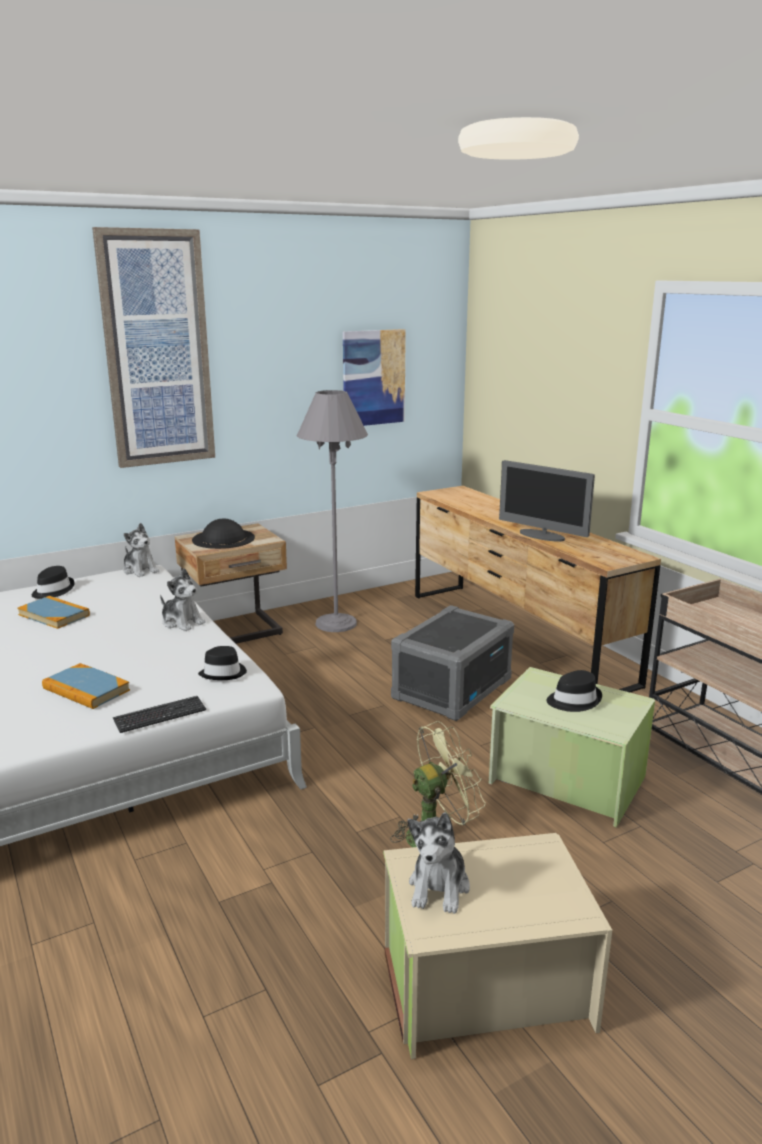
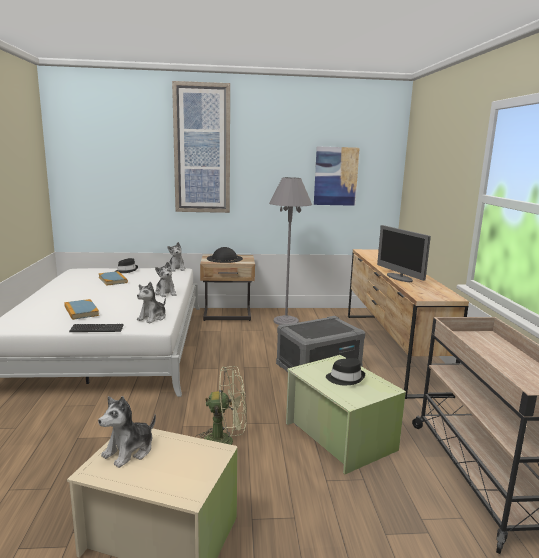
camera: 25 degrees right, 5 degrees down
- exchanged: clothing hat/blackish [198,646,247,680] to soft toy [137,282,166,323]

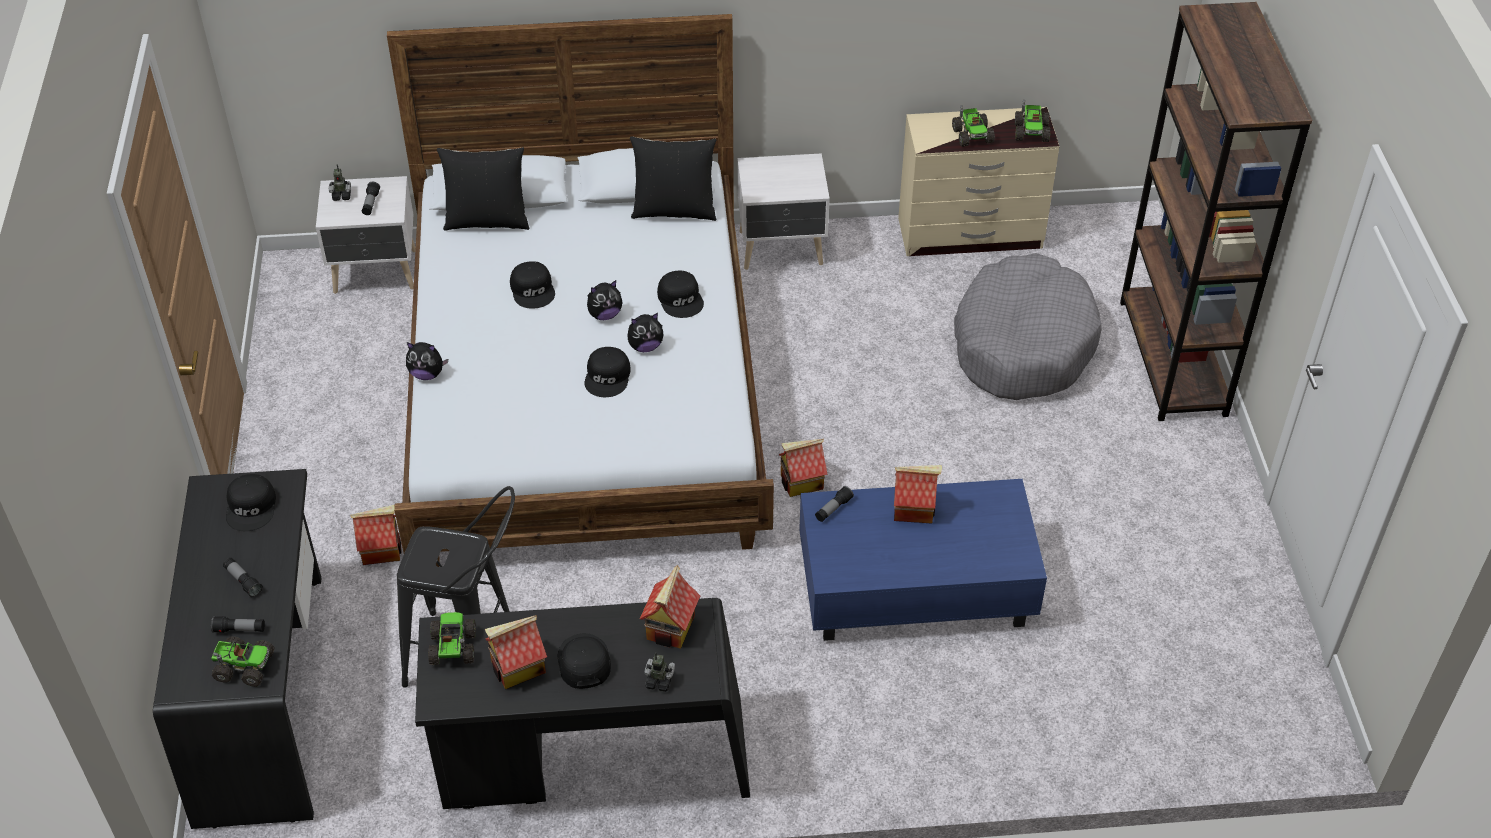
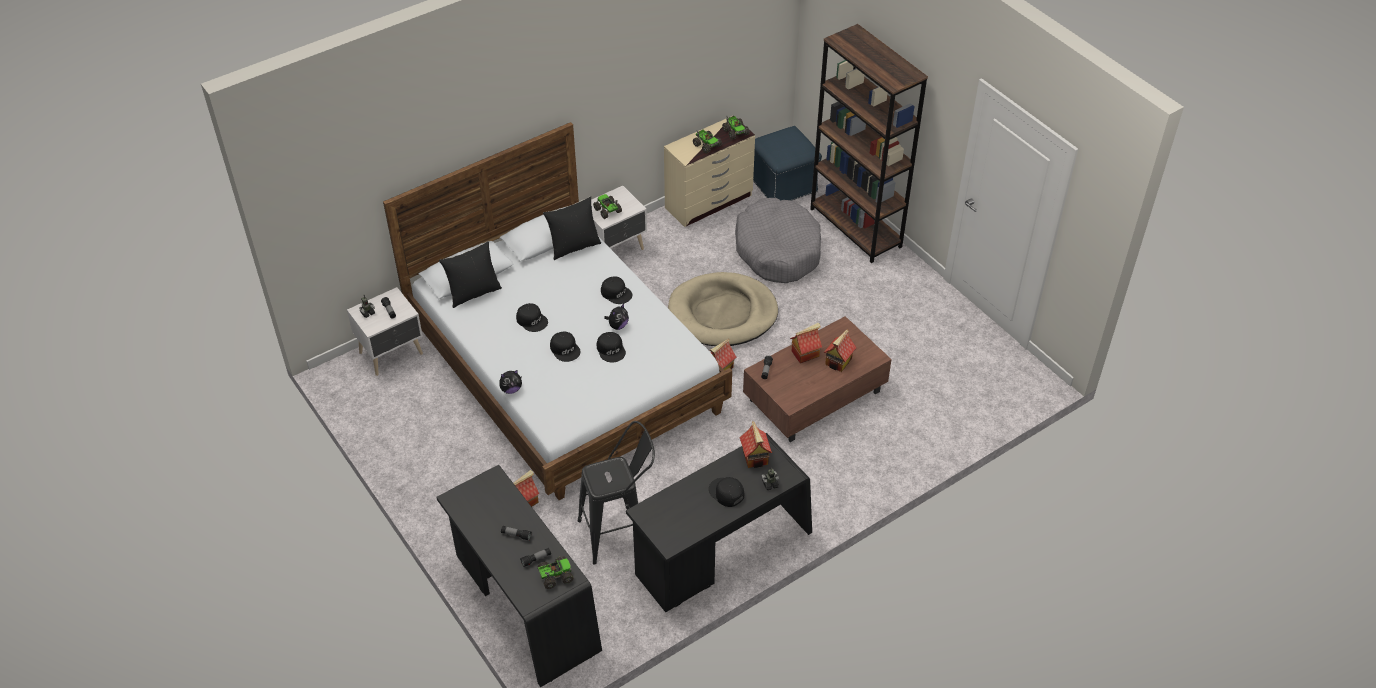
camera: 30 degrees left, 0 degrees up
- missing: soft toy [587,280,623,320]
- appeared: dog cushion/beige [668,272,778,346]
- appeared: footrest/blue [753,126,822,200]
- relocated: peaked cap/blackish [226,474,276,531] to [550,332,580,362]
- relocated: toy lorry [428,612,476,665] to [593,194,622,219]
- relocated: toy house [485,615,547,689] to [824,329,856,372]
- colour: low table/blue [799,479,1047,641] to low table/brown [743,316,892,442]

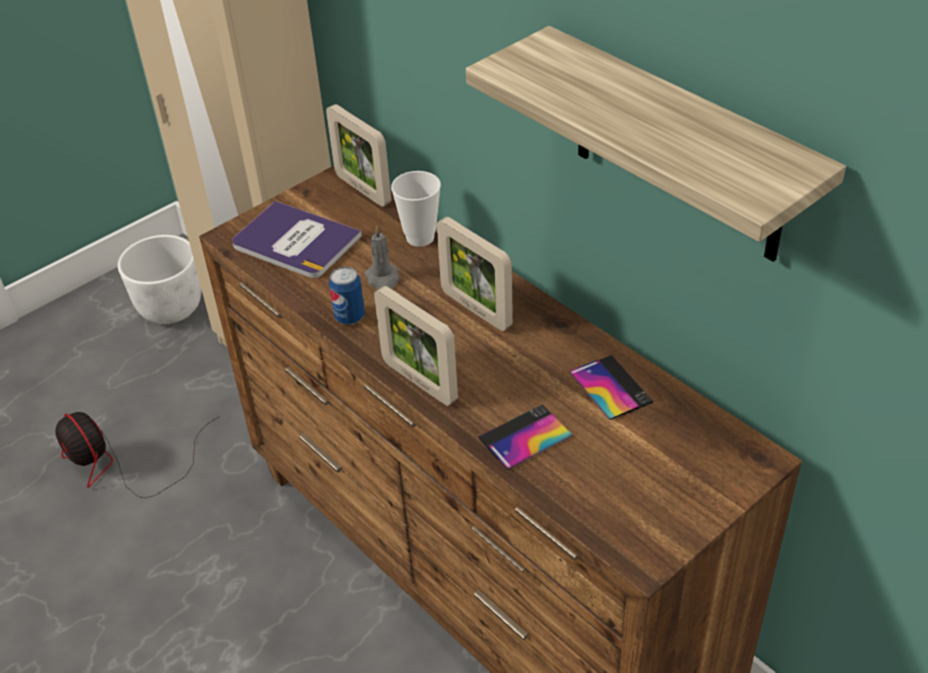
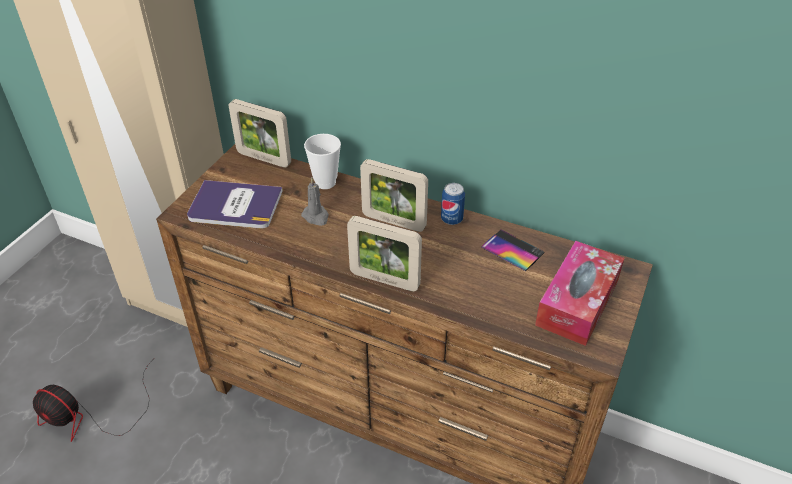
camera: 25 degrees left, 0 degrees up
- missing: plant pot/whitish [118,235,201,324]
- missing: shelf [466,26,846,262]
- missing: handset [478,405,573,470]
- appeared: tissue box [535,241,624,346]
- relocated: can [329,266,365,325] to [441,183,465,225]

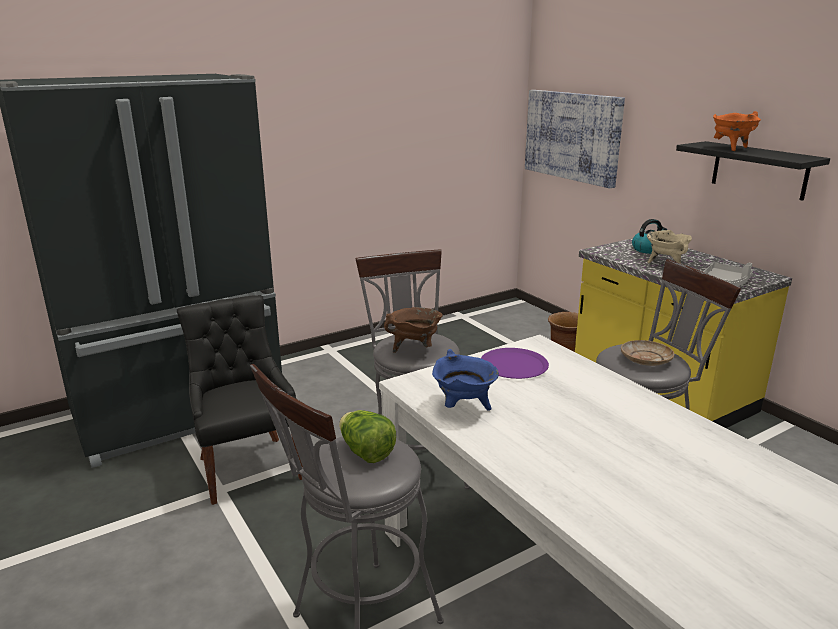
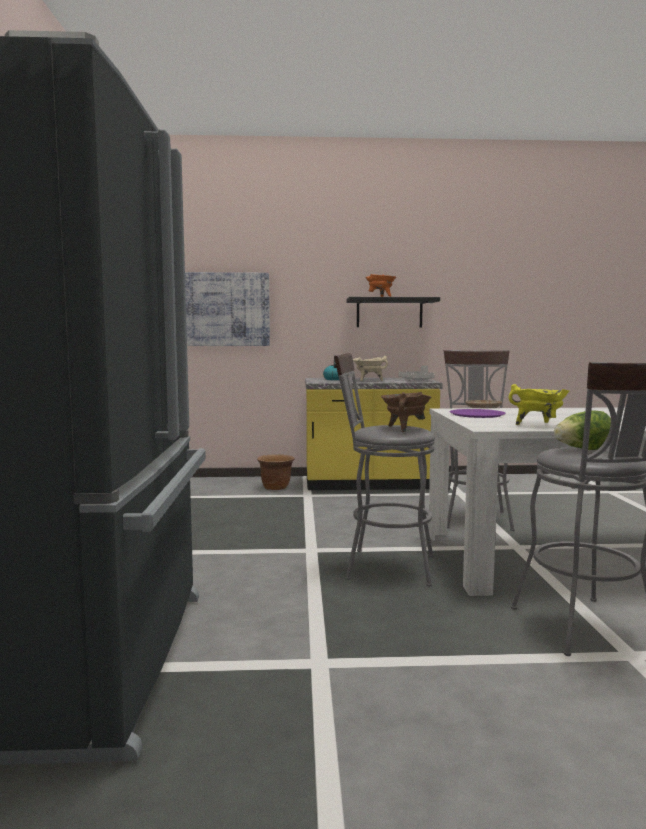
camera: 60 degrees left, 15 degrees down
- missing: plain chair/blackish [177,295,303,505]
- colour: cooking pot/blue [432,349,499,411] to cooking pot/yellowish [508,384,570,425]

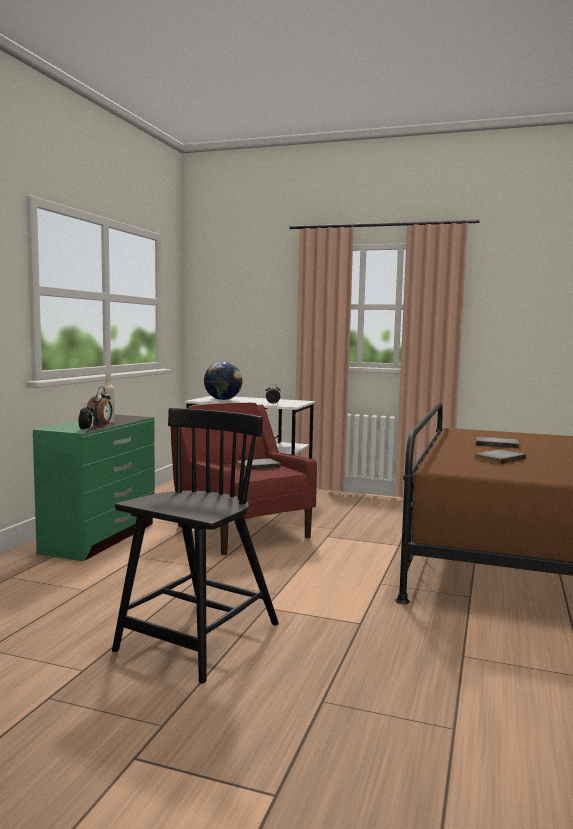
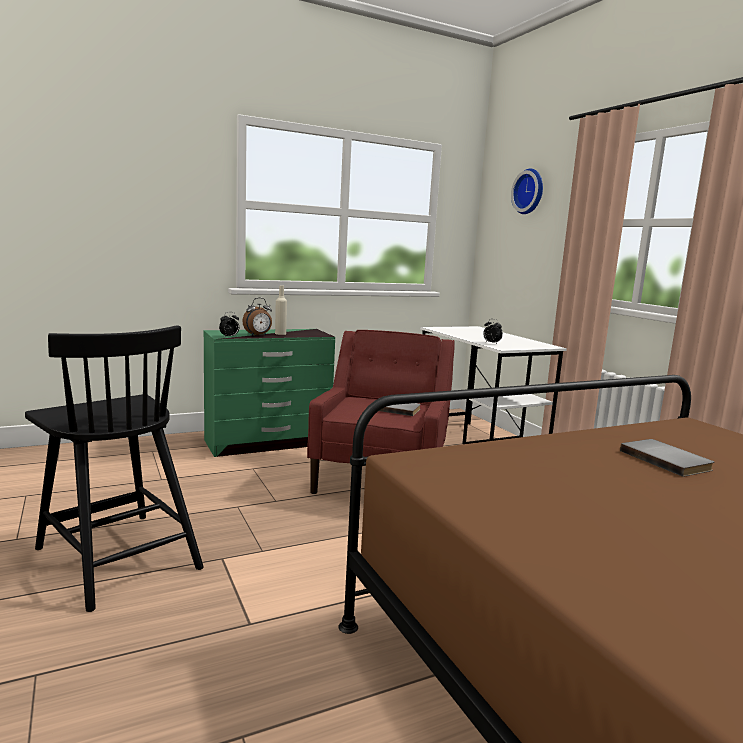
camera: 45 degrees right, 5 degrees up
- missing: desk globe [204,361,242,400]
- missing: bound book/gray [474,449,526,465]
- appeared: hanging clock [511,168,543,214]
- spun: plain chair/blackish [112,408,279,683] = [25,325,204,612] 60 degrees clockwise

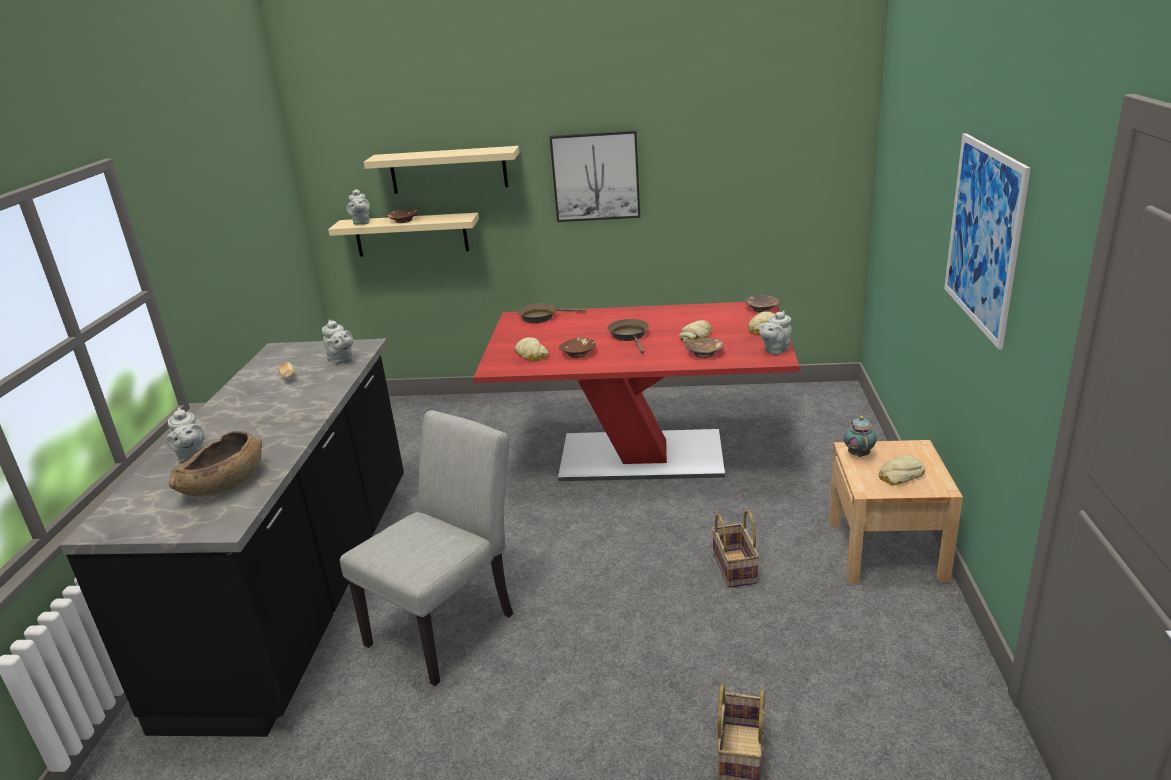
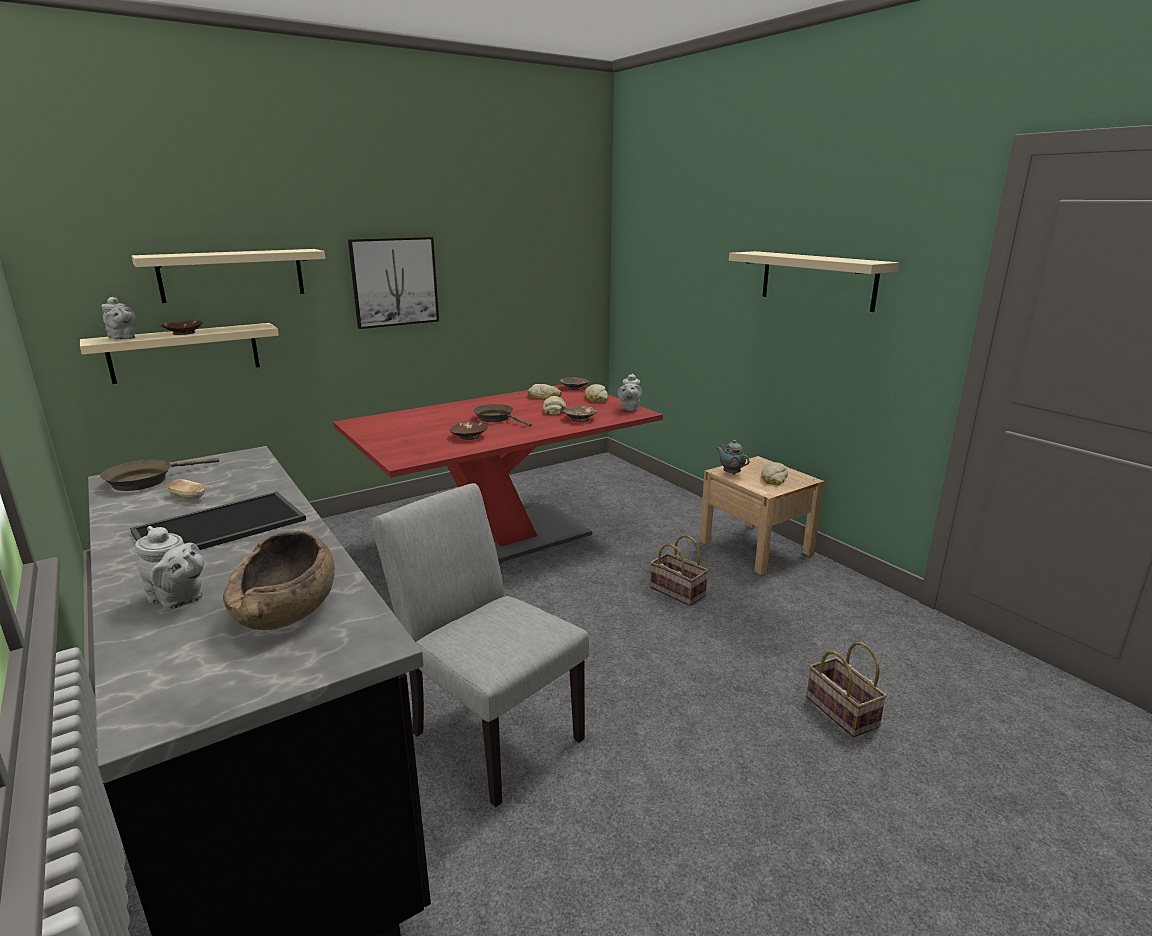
camera: 40 degrees left, 5 degrees down
- missing: teapot/gray [322,320,353,364]
- appeared: carrying tray [130,492,306,550]
- relocated: bread [515,337,549,361] to [528,384,562,399]
- relocated: frying pan/brown [517,303,586,323] to [100,458,219,491]
- exchanged: picture [944,133,1031,350] to shelf/beige [729,251,899,312]
- spun: plain chair/gray [340,410,513,686] = [372,483,589,808] 45 degrees counterclockwise

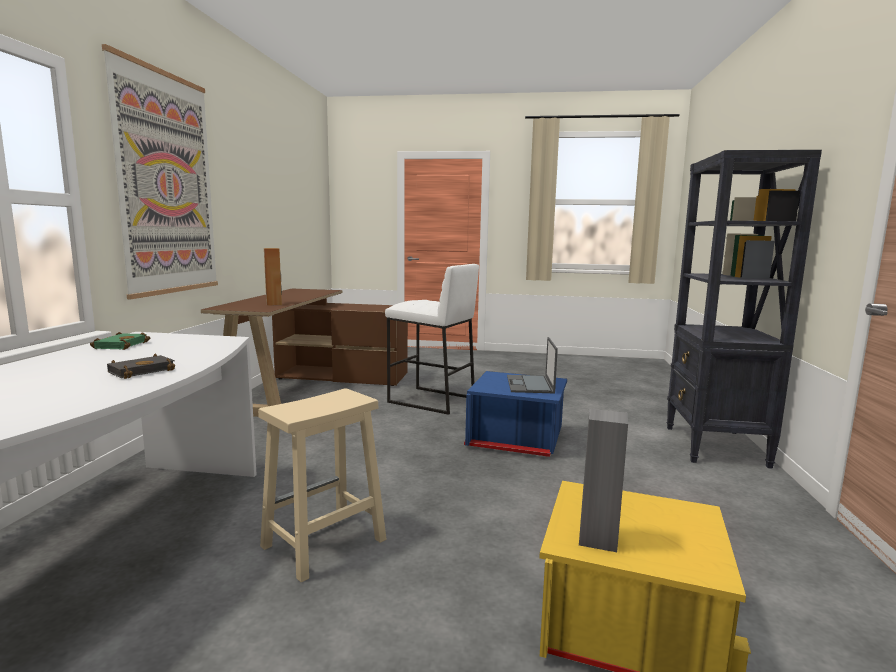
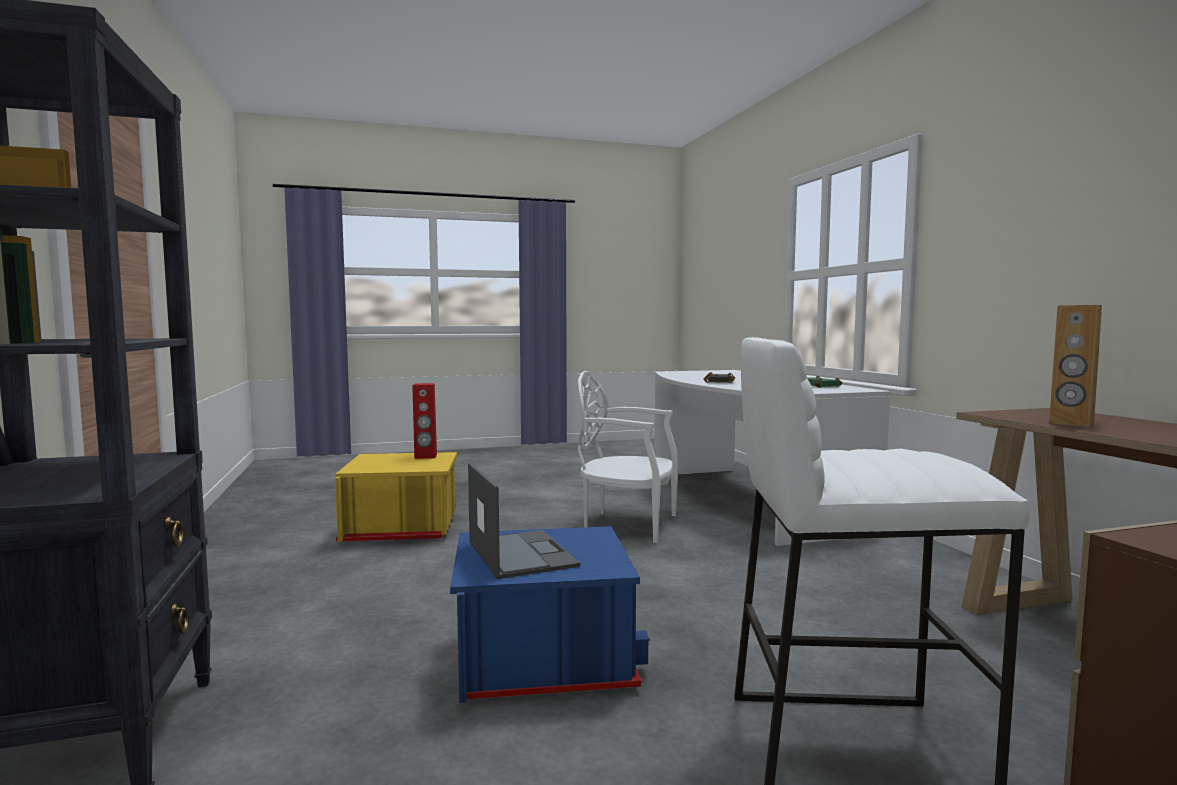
camera: 155 degrees right, 5 degrees down
- missing: picture [102,44,218,299]
- exchanged: stool/beige [258,388,386,583] to plain chair/whitish [578,371,679,543]
- colour: audio speaker/gray [579,409,628,552] to audio speaker/red-coloured [412,383,437,459]

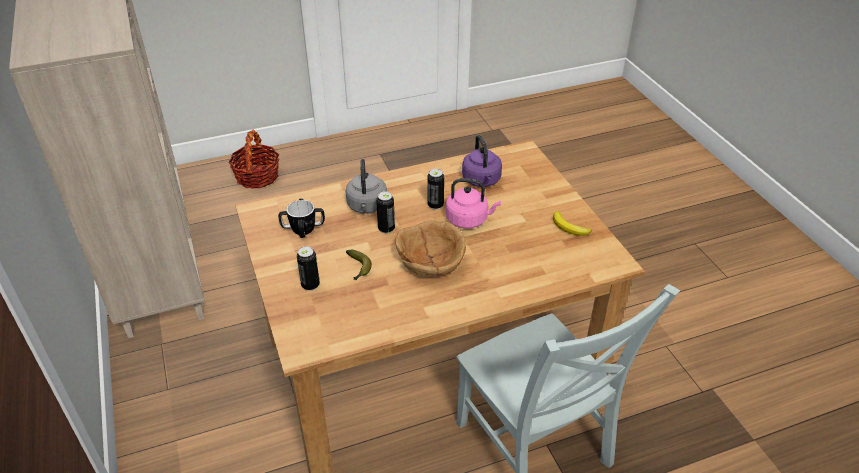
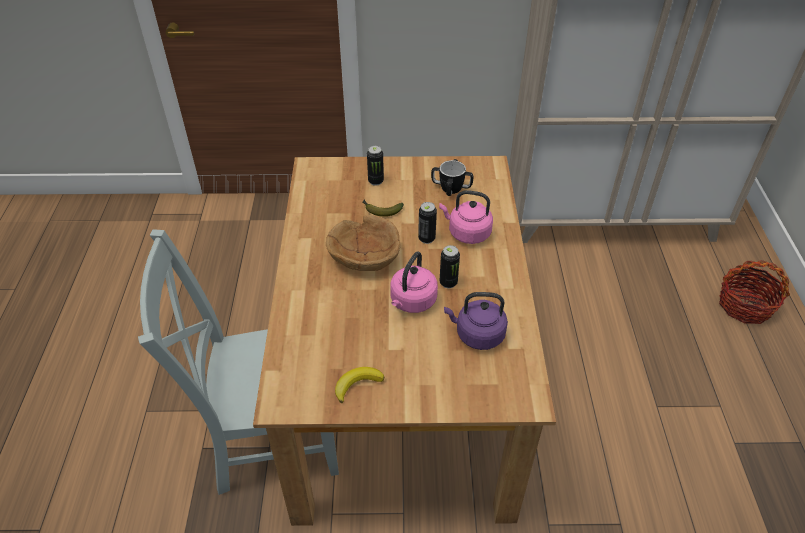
camera: 110 degrees right, 5 degrees up
- colour: tea kettle/gray [346,159,387,214] to tea kettle/pink [439,190,493,244]

